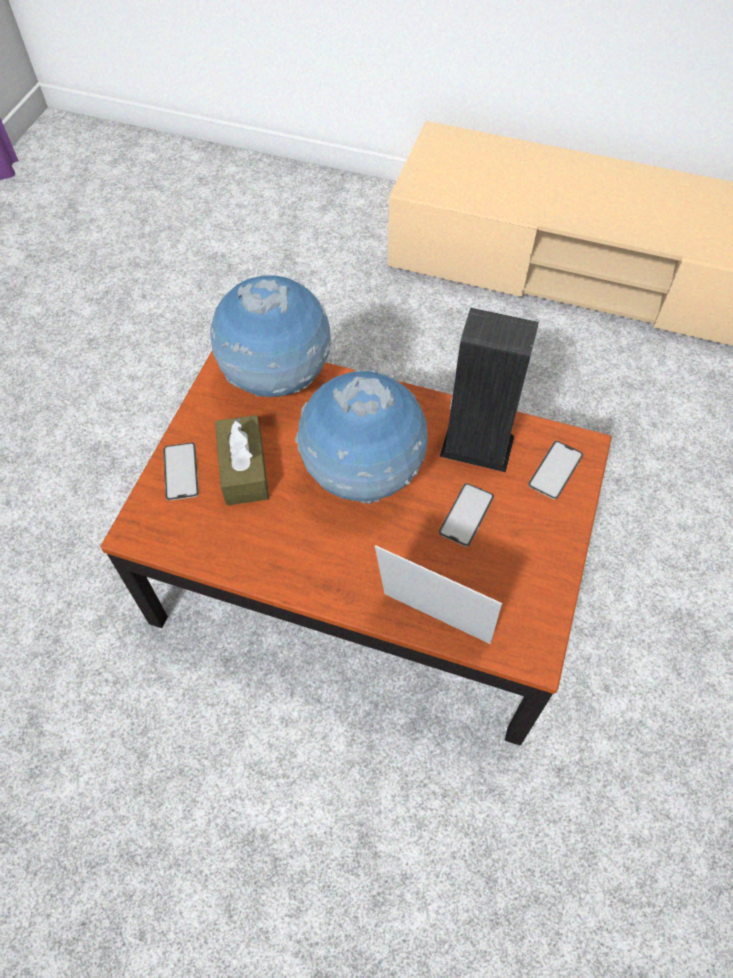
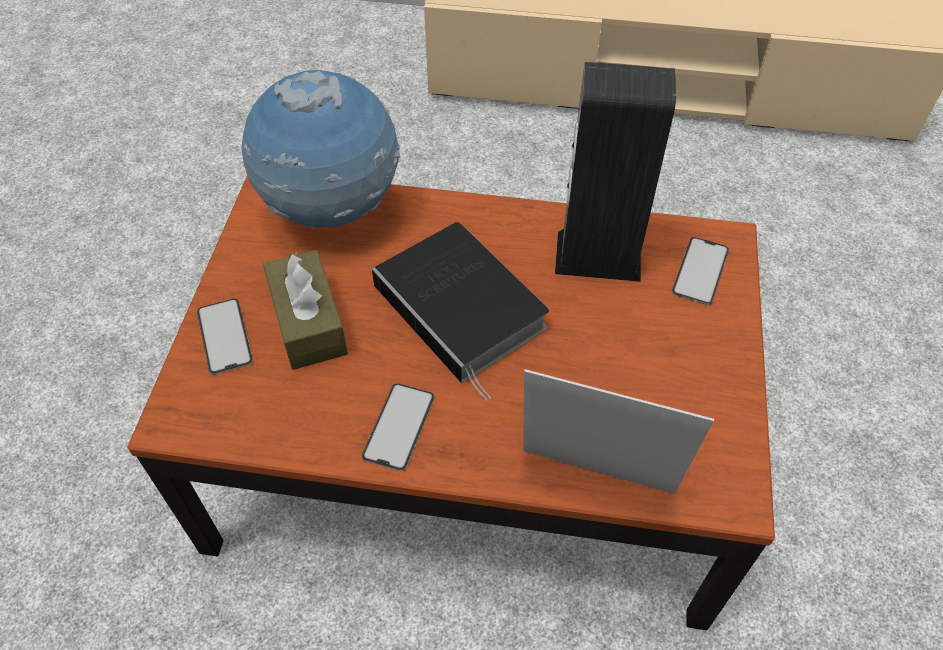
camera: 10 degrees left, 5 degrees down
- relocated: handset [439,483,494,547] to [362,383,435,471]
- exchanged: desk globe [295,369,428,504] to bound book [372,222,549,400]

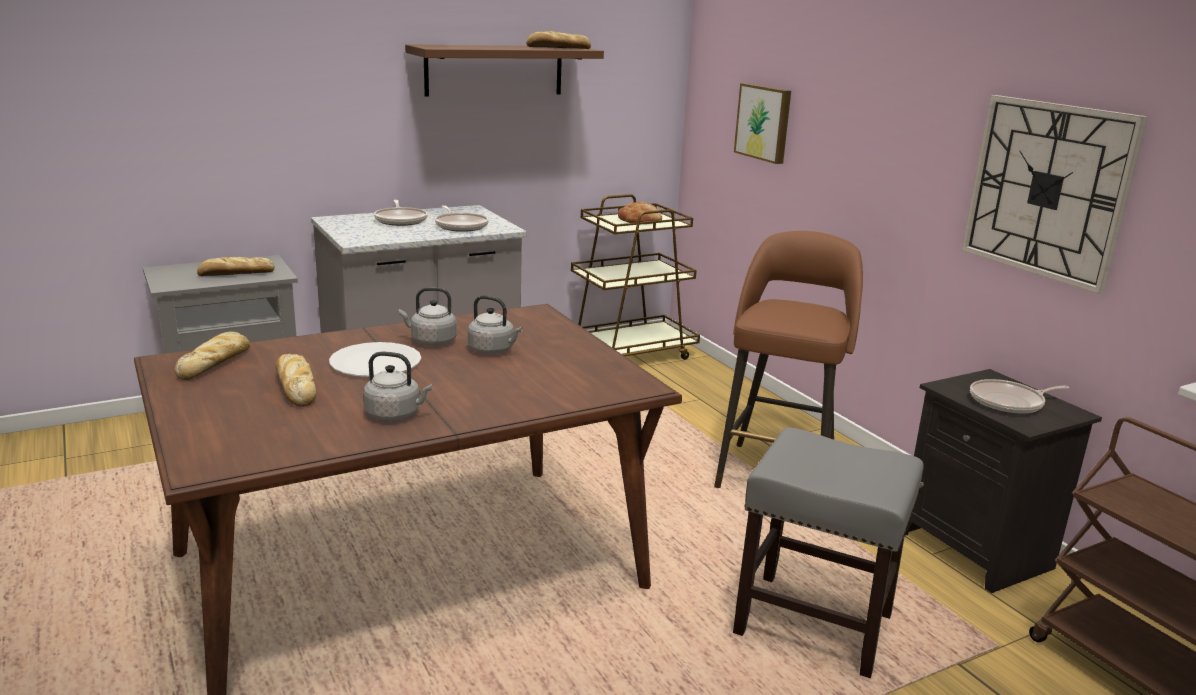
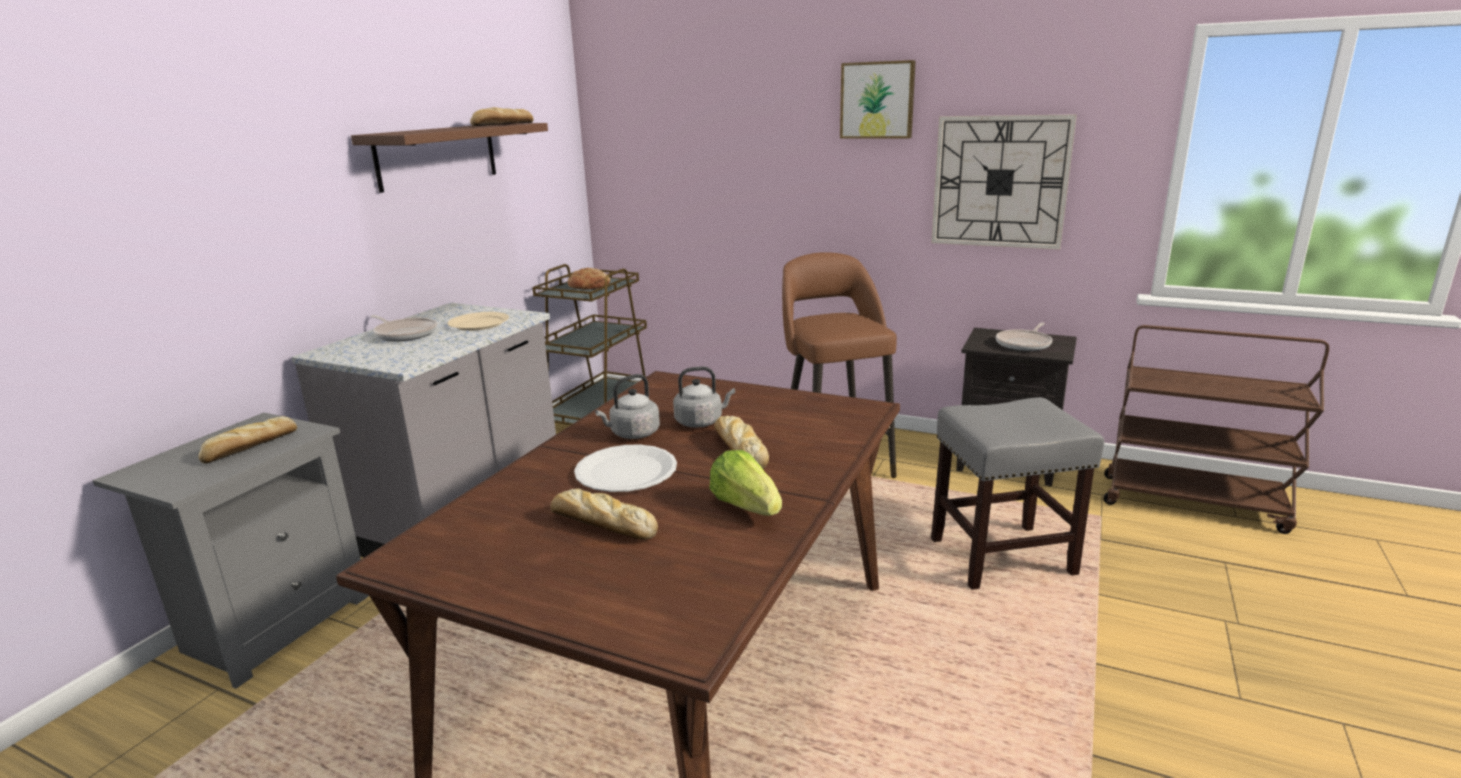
camera: 35 degrees left, 0 degrees up
- relocated: bread [174,332,250,380] to [714,416,769,469]
- relocated: picture [734,83,791,164] to [840,60,916,139]
- exchanged: tea kettle/gray [363,352,432,420] to head of lettuce [709,450,782,516]
- exchanged: frying pan [435,205,489,232] to plate/beige [448,312,509,331]

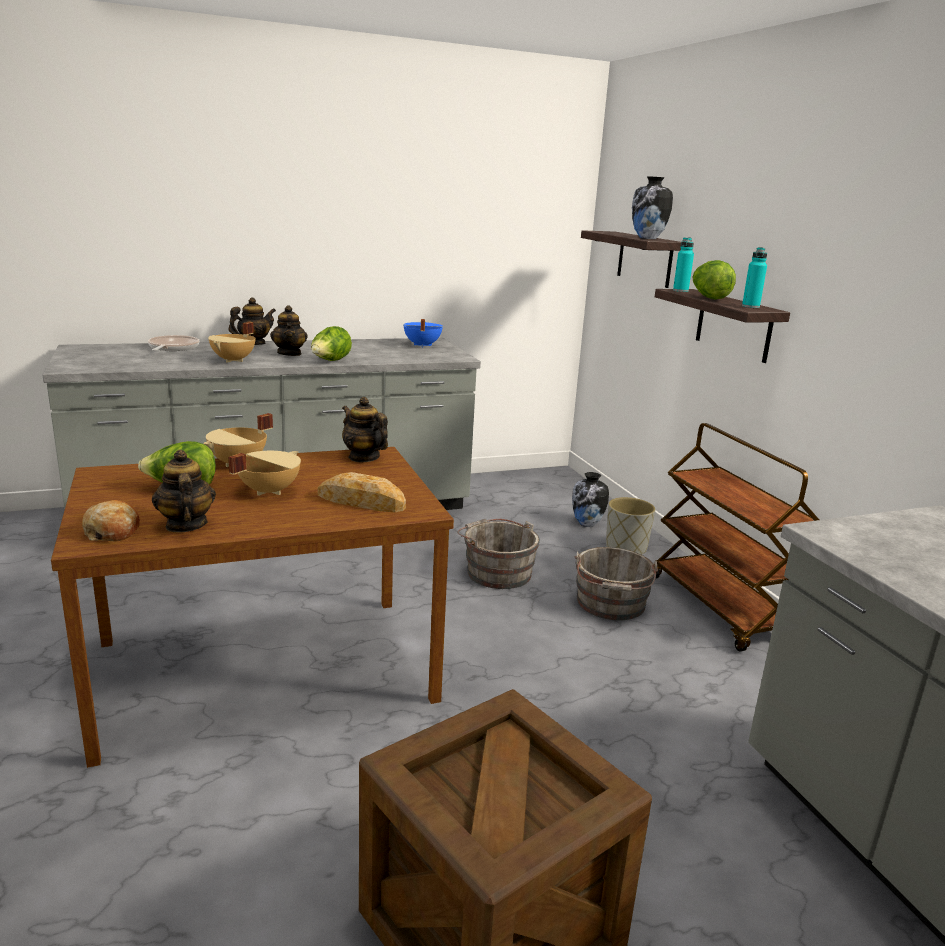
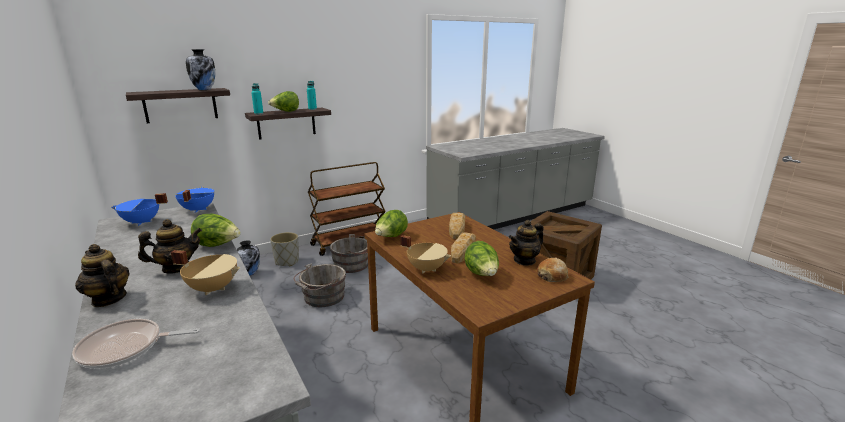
camera: 100 degrees left, 0 degrees up
- appeared: cooking pot/blue [175,187,214,213]
- exchanged: cooking pot/beige [228,451,301,496] to bread [451,233,476,264]
- exchanged: teapot [342,397,388,462] to head of lettuce [375,210,408,237]

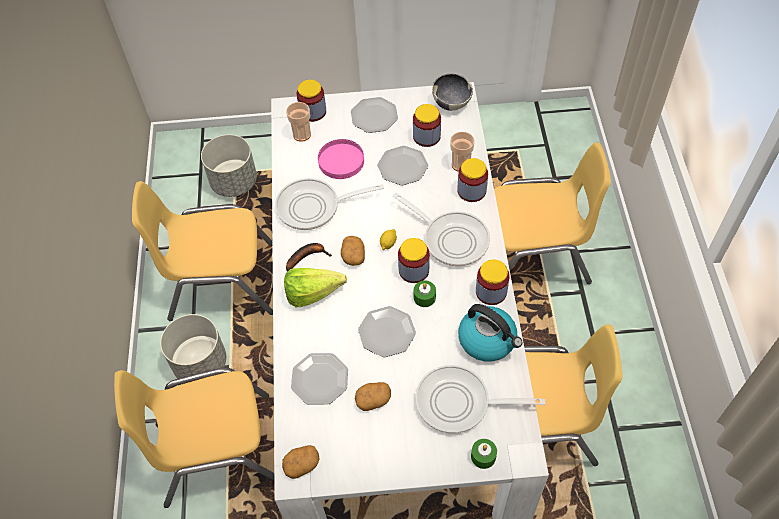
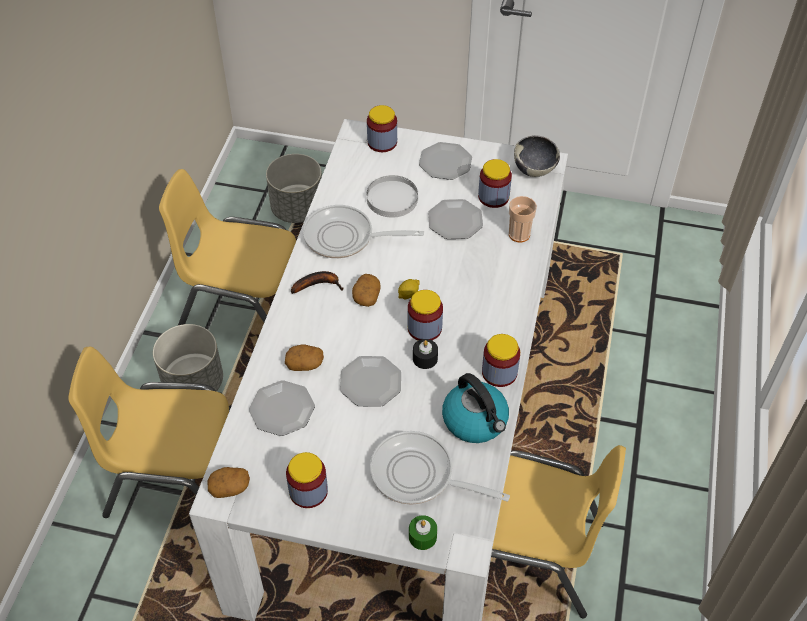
camera: 15 degrees right, 5 degrees down
- missing: head of lettuce [284,268,347,307]
- missing: small cup [286,102,311,142]
- missing: frying pan [393,193,490,266]
- missing: plain chair/yellowish [494,142,611,284]
- relocated: potato [355,382,391,411] to [285,344,324,371]
- relocated: storage jar [458,158,488,202] to [286,452,328,508]
- colour: plate/pink [318,139,364,179] to plate/whitish [367,175,418,218]
- colour: wax candle/green-coloured [414,280,436,307] to wax candle/blackish [413,339,438,369]

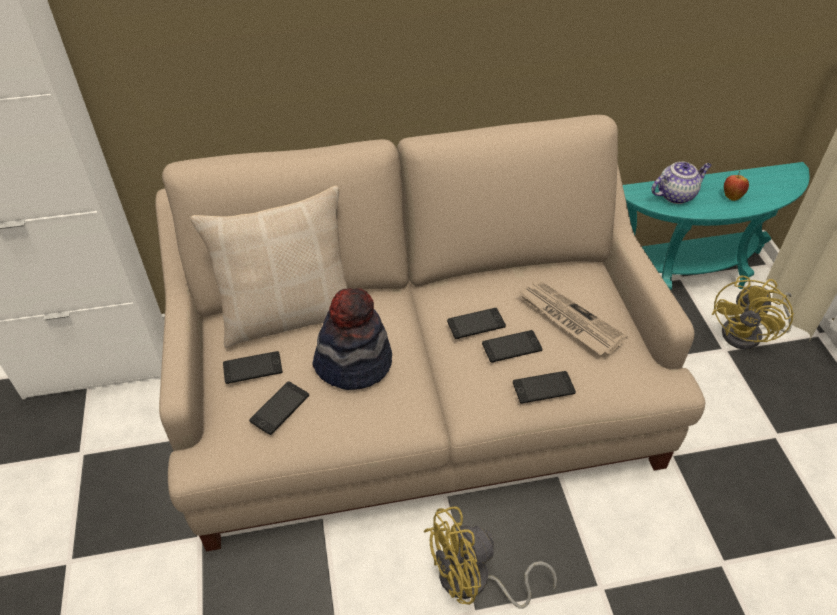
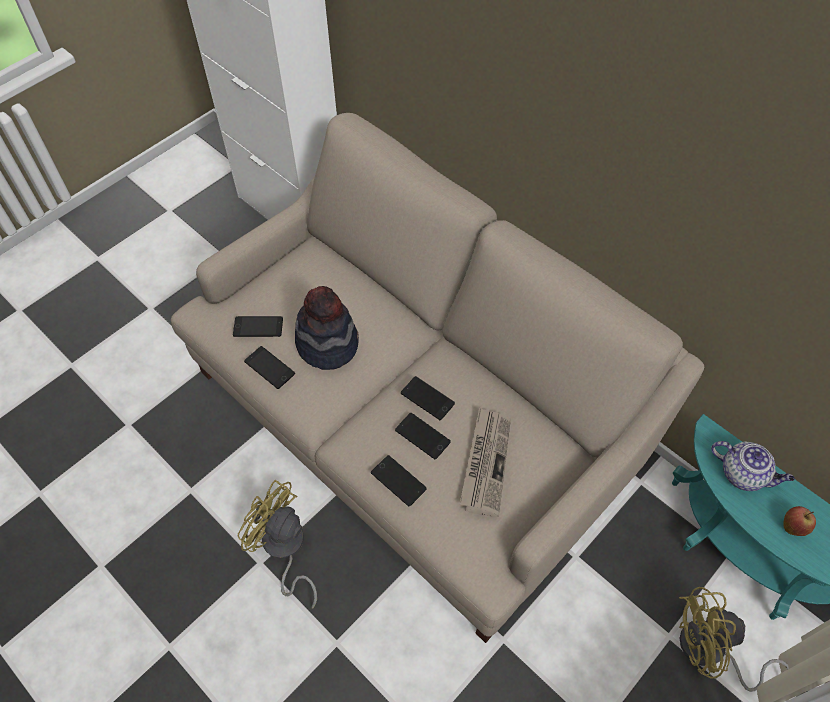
camera: 55 degrees right, 10 degrees up
- missing: cushion/beige [190,186,347,348]
- relocated: handset [223,351,282,384] to [244,346,295,389]

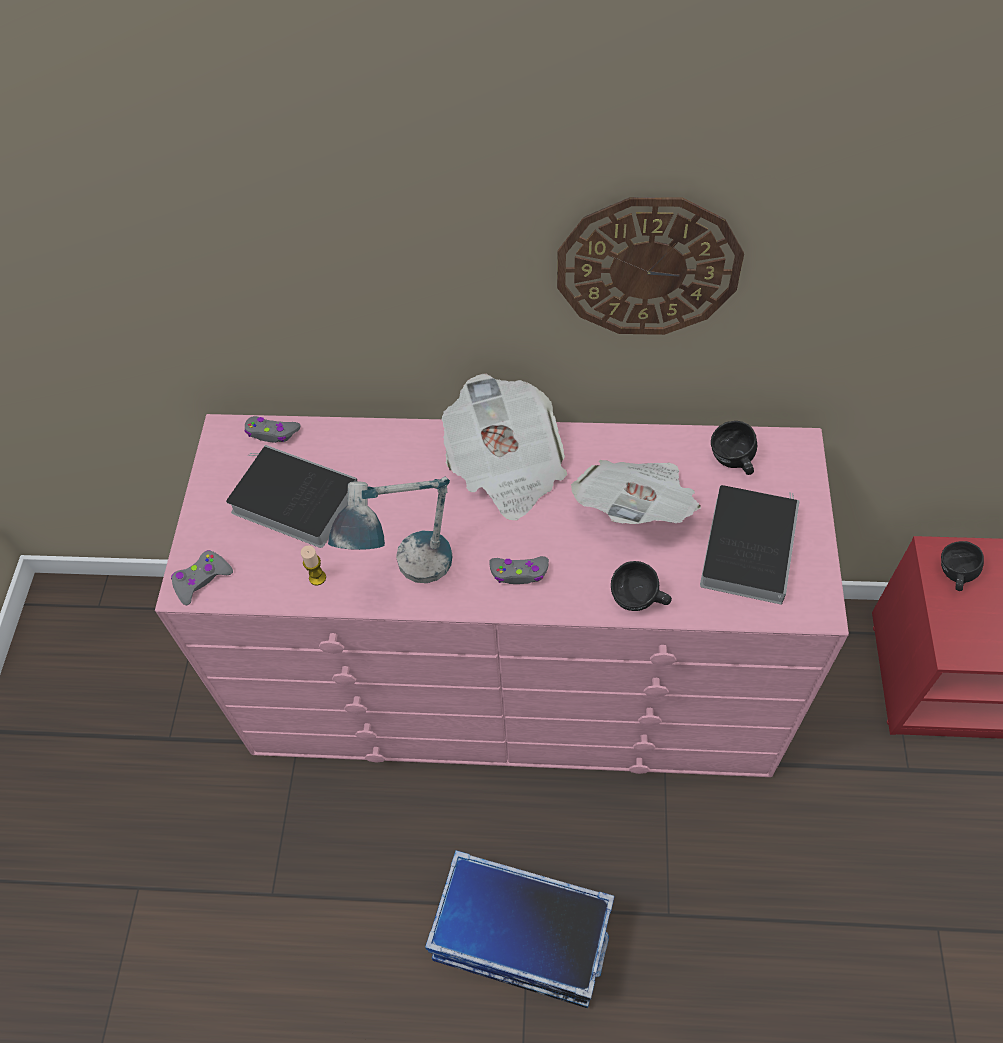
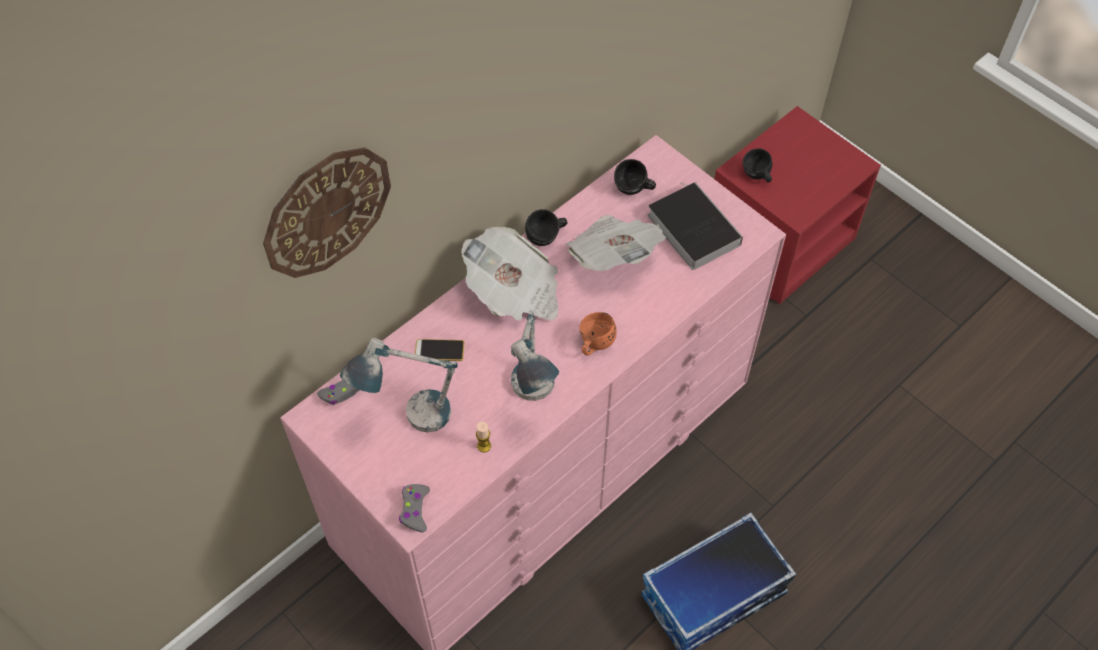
camera: 50 degrees left, 0 degrees up
- appeared: handset [415,339,465,361]
- relocated: hanging clock [557,197,744,335] to [263,148,391,278]
- relocated: mug/blackish [611,561,672,611] to [525,209,567,246]
- exchanged: bound book [226,445,357,548] to lamp for a table [340,338,458,432]
- exchanged: gamepad/gray [489,556,549,584] to mug/orange-coloured [579,312,617,355]

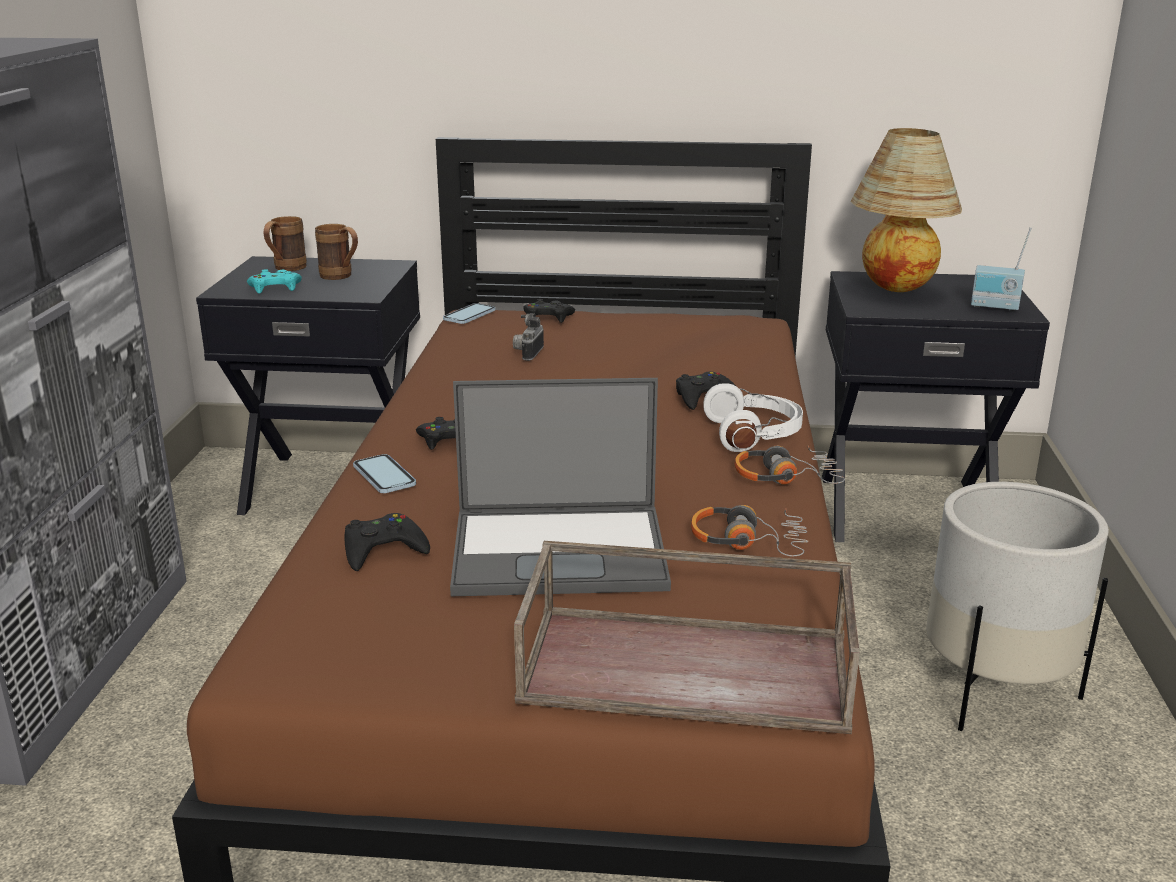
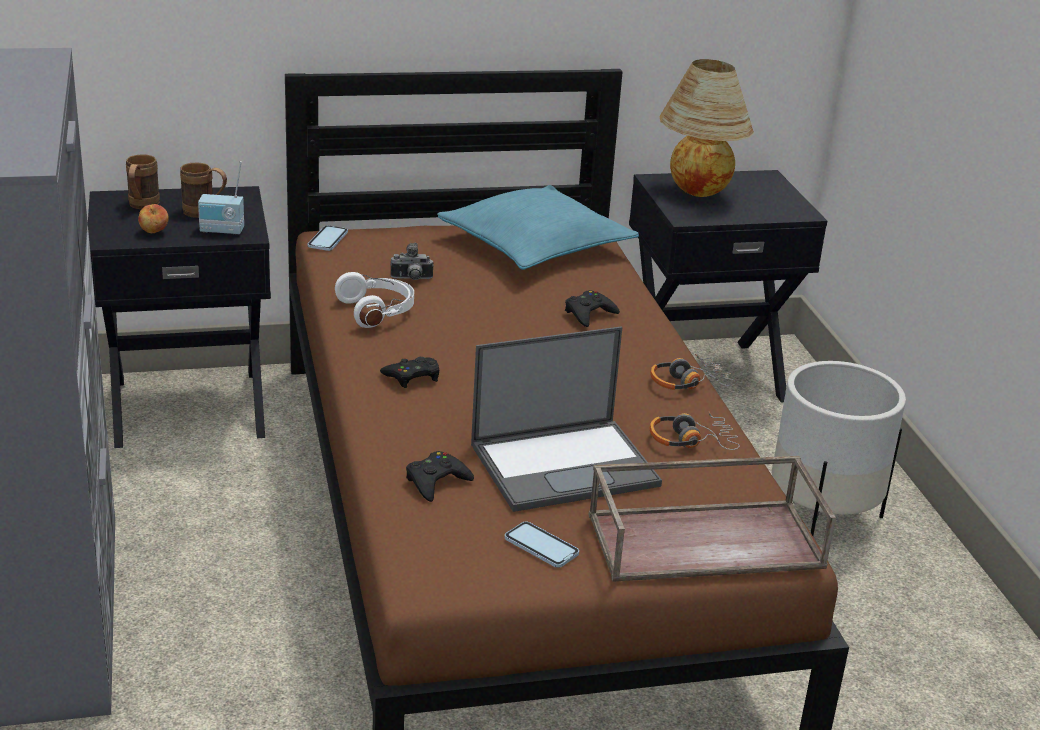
camera: 20 degrees left, 5 degrees up
- missing: gamepad/blackish [523,299,575,323]
- appeared: cushion/turquoise-coloured [437,185,639,270]
- relocated: handset [353,454,416,493] to [505,522,579,568]
- relocated: pair of headphones/whitish [703,383,803,452] to [335,272,414,328]
- relocated: radio receiver [971,227,1032,311] to [198,161,244,235]
- exchanged: gamepad/turquoise-coloured [247,269,302,293] to apple fruit [138,204,169,233]
- spun: photo camera [513,313,544,361] = [390,243,434,280] 90 degrees counterclockwise

